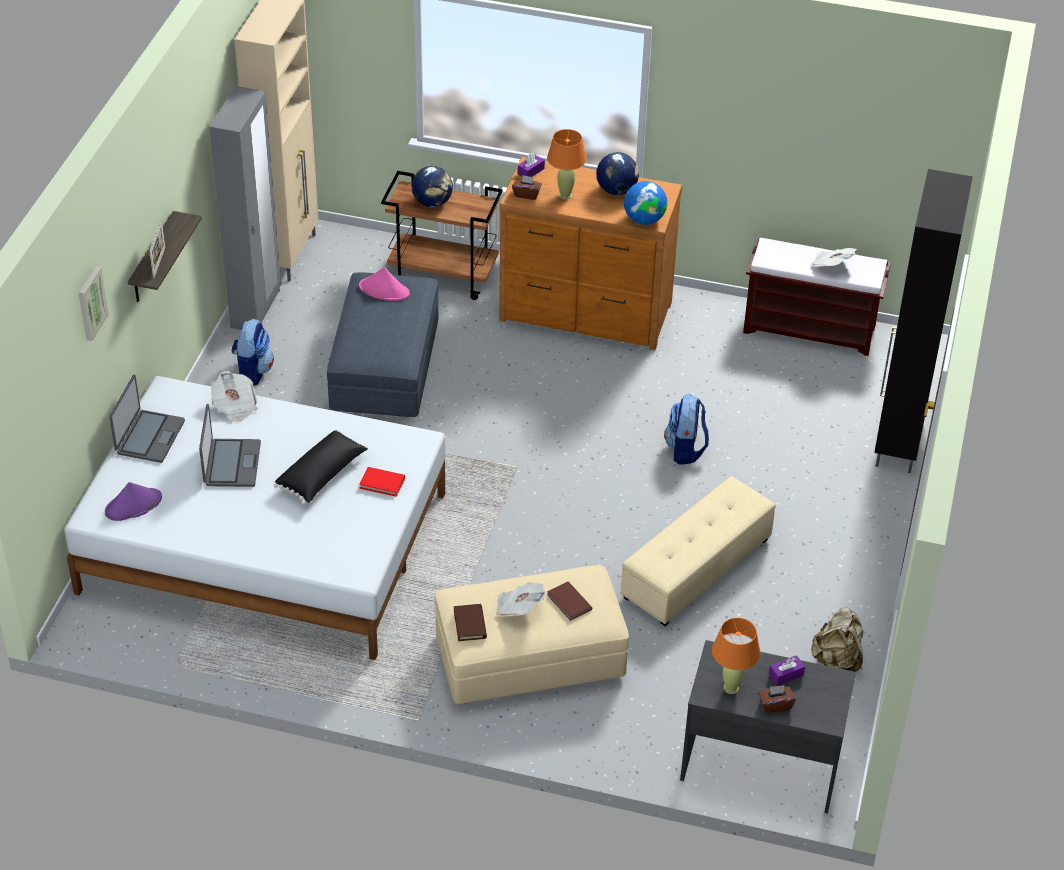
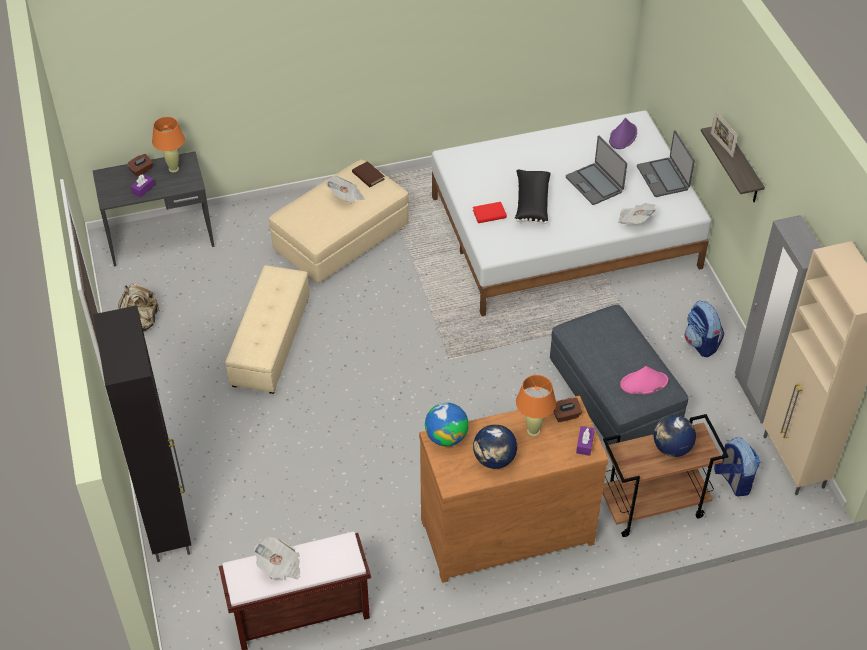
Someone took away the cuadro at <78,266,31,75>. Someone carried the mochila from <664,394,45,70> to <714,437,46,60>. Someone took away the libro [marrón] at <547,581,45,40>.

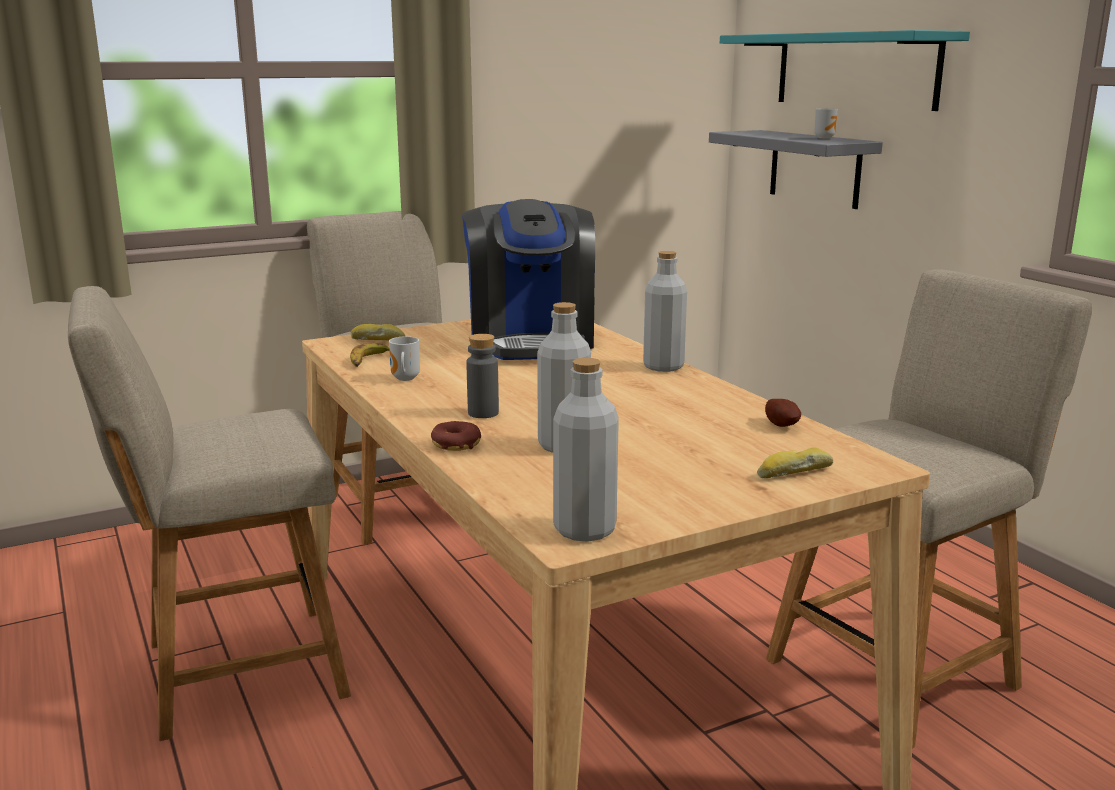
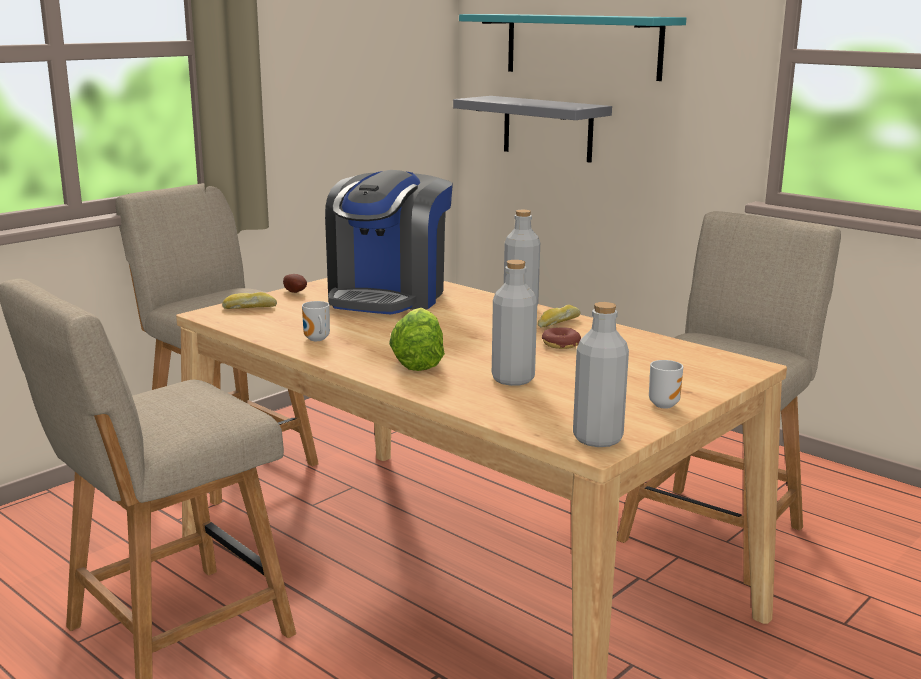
Someone carried the taza grande from <814,108,24,31> to <649,360,34,49>. Someone rotated the cafetera at <462,199,133,161> by 45 degrees clockwise. Someone swapped the botella [gris] at <466,334,33,84> for the lechuga at <389,308,56,63>. Someone took away the plátano at <350,343,39,24>. Someone carried the patata from <765,399,36,28> to <283,274,24,19>. Someone carried the rosquilla from <431,421,50,30> to <542,328,39,21>. Someone carried the pan from <757,447,76,31> to <538,305,43,22>.

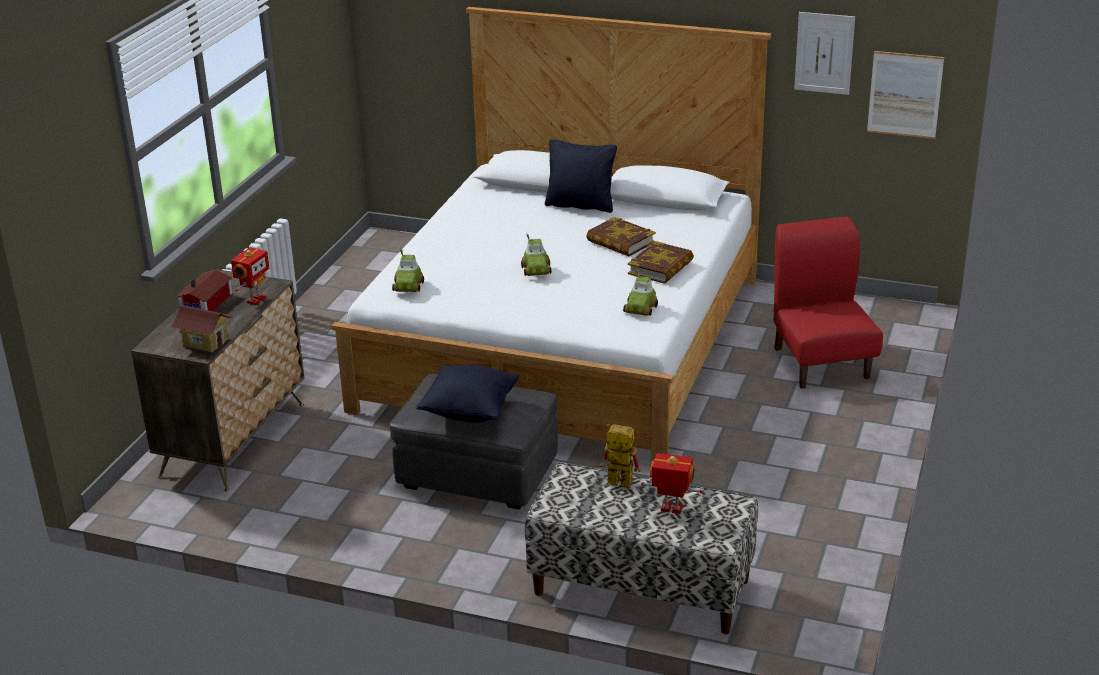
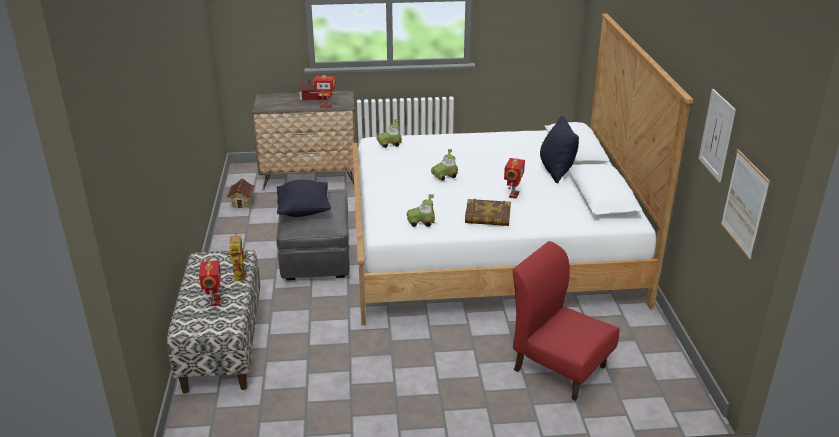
Someone rotated the silla [rojo] at <774,216,109,173> by 105 degrees counterclockwise. Someone swapped the libro at <586,217,70,39> for the robot de juguete at <504,158,21,41>. Someone carried the casita from <171,305,63,48> to <226,178,29,30>.

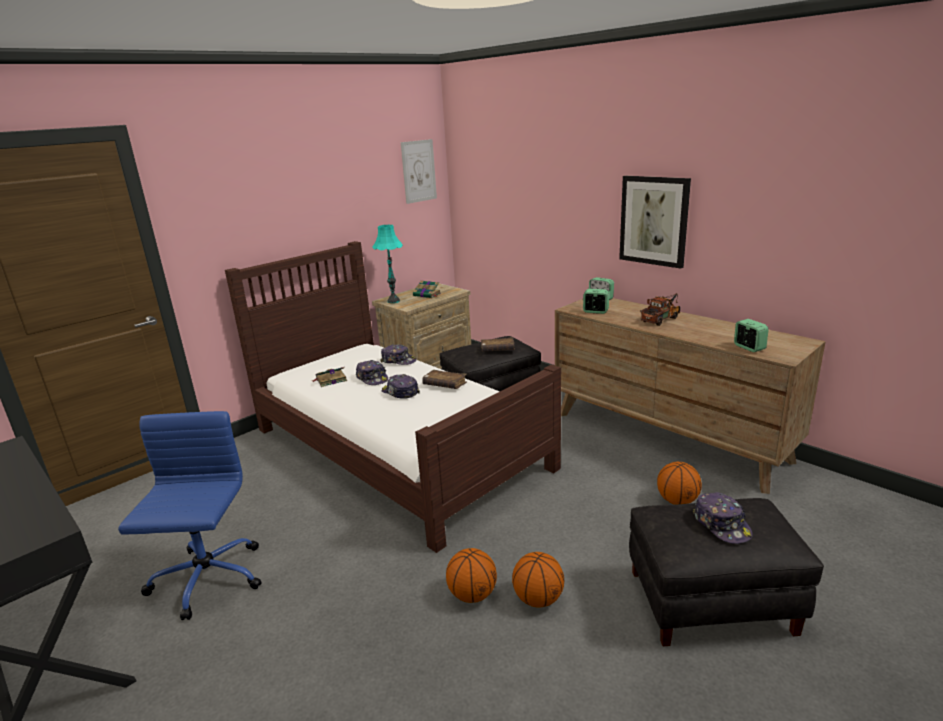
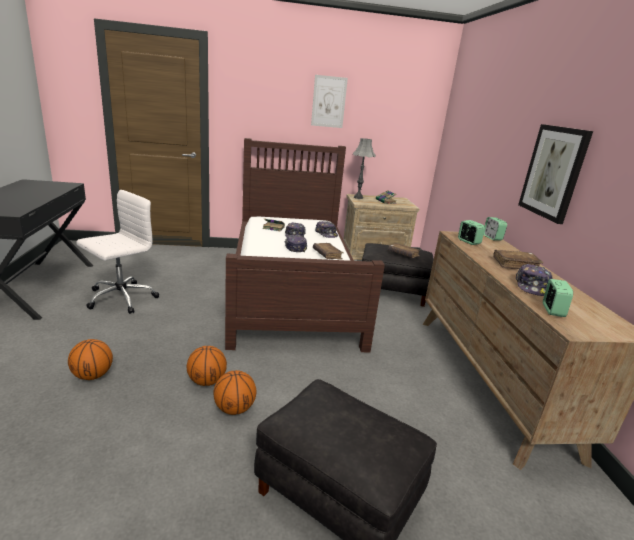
Someone carried the cuadro from <401,139,36,65> to <311,75,37,53>. Someone repainted the lámpara de mesa [turquesa] at <372,225,31,78>, which became the lámpara de mesa [gris] at <353,138,23,61>. Someone swapped the camión de juguete at <640,293,40,33> for the libro [marrón] at <493,250,50,19>. Someone repainted the silla de oficina [azul] at <118,411,144,209>, which became the silla de oficina [blanco] at <76,190,83,124>. Someone carried the balón de baloncesto from <657,462,45,43> to <68,339,45,41>. Someone carried the gorra from <693,492,60,52> to <516,264,36,32>.

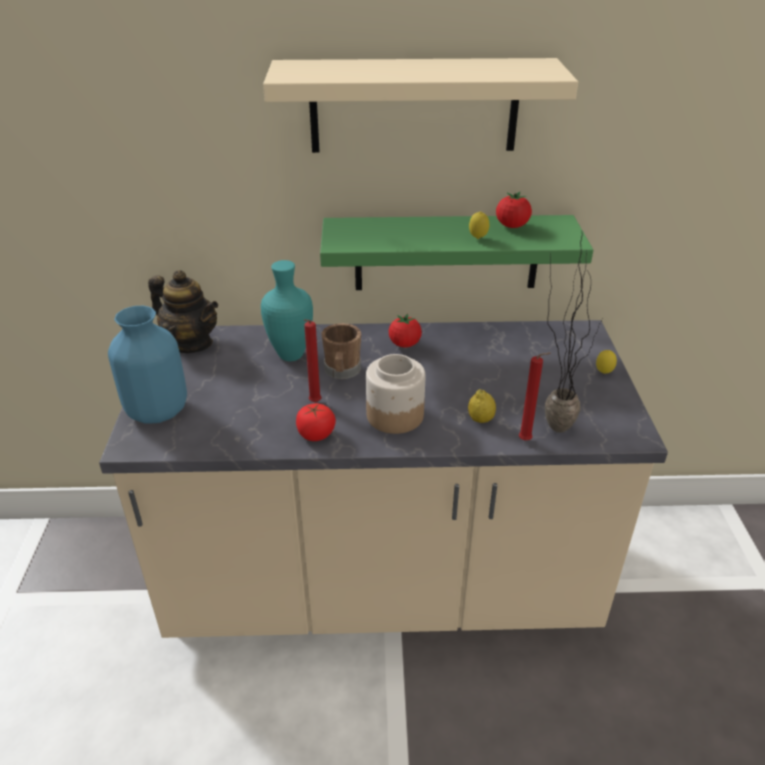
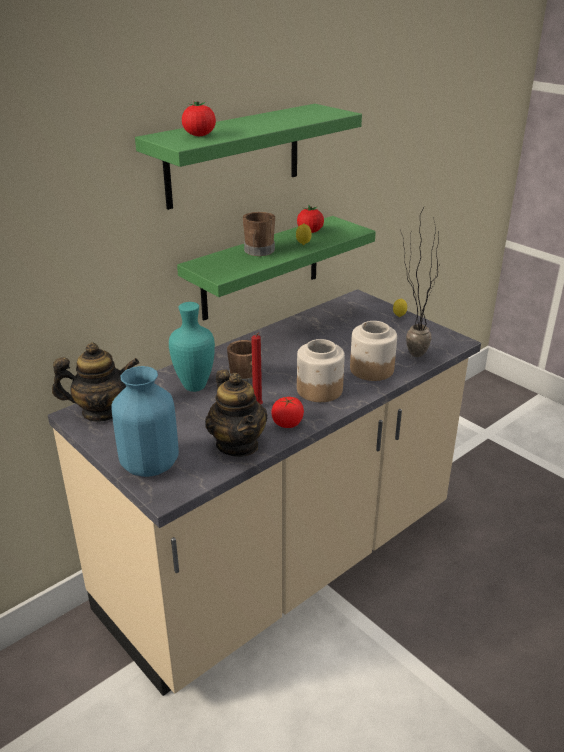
Someone repainted the estante [beis] at <263,58,315,95>, which became the estante [verde] at <135,104,227,106>. Someone carried the tomate from <389,313,33,34> to <182,102,34,34>. Someone took away the vela [rojo] at <519,352,32,88>. Someone swapped the limón at <468,389,28,34> for the tarro at <350,321,47,60>. Someone put down the taza grande [marrón] at <243,212,32,44>. Someone put down the tetera at <205,370,63,87>.

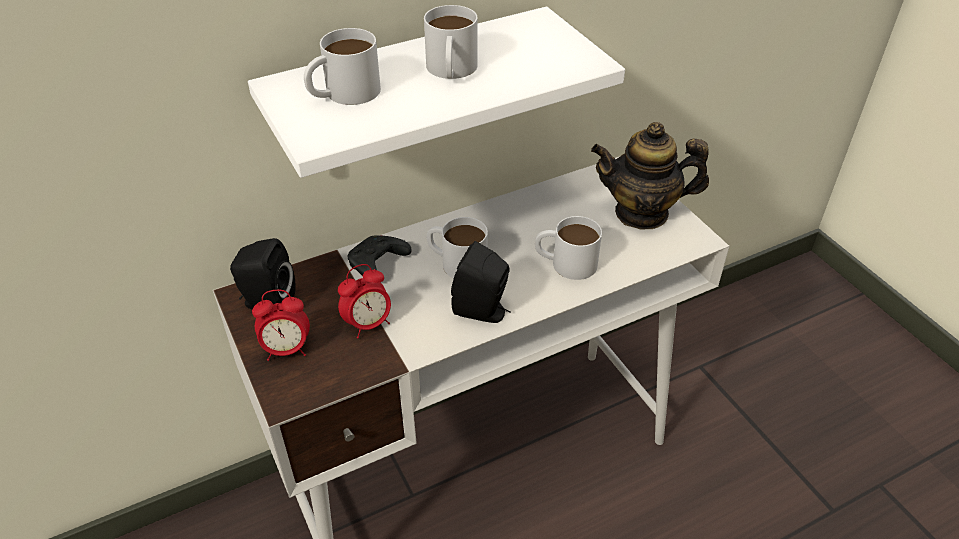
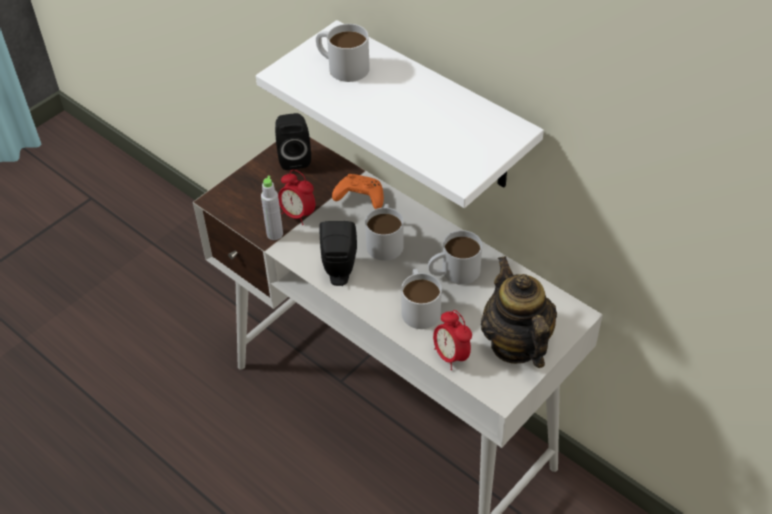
Someone carried the taza grande [blanco] from <424,5,54,74> to <428,230,54,55>. Someone repainted the mando de consola [negro] at <348,235,64,41>, which became the mando de consola [naranja] at <332,174,52,35>. Someone carried the despertador from <252,290,58,71> to <433,310,39,60>. Someone put down the botella [gris] at <261,176,22,64>.

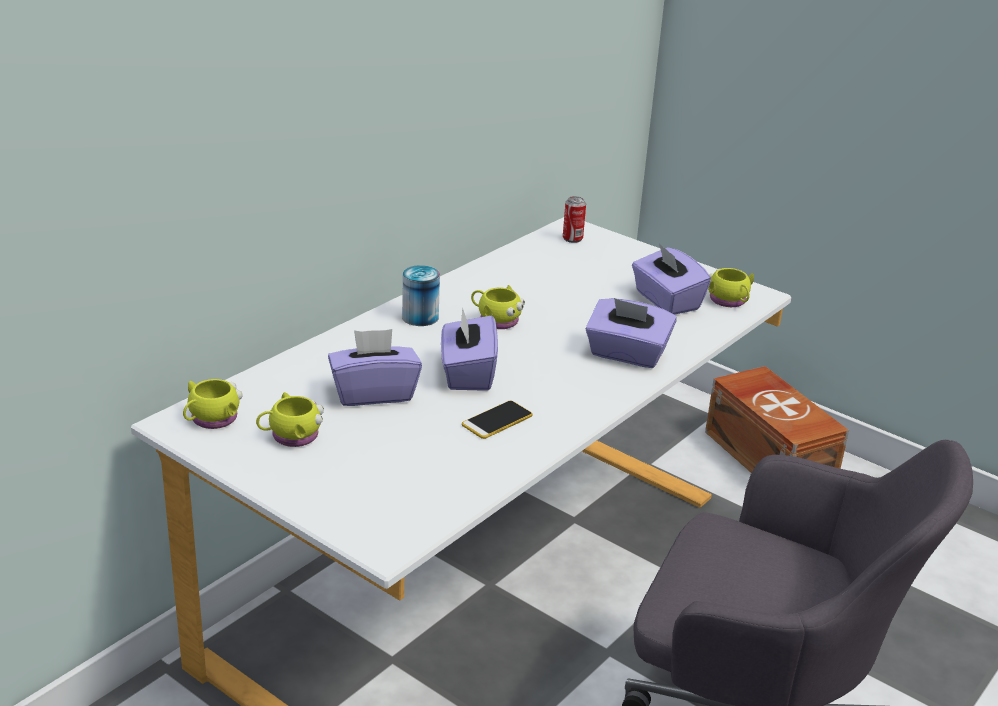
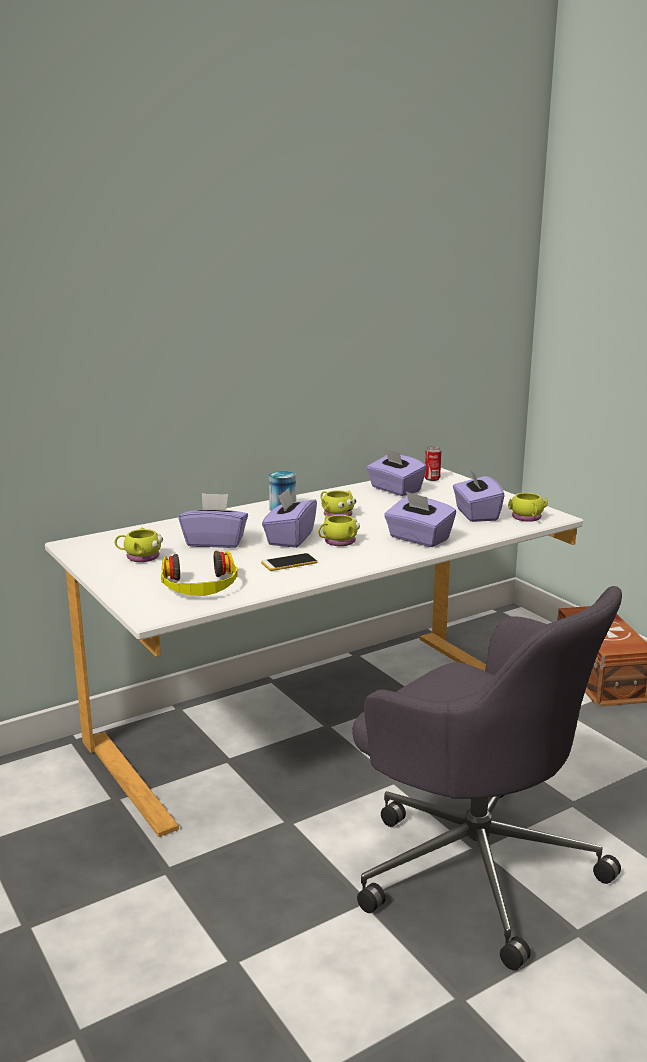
Someone carried the taza grande [amarillo] from <183,379,60,50> to <318,515,42,31>. Someone put down the caja de pañuelos [morado] at <367,448,60,48>. Someone put down the auriculares at <161,551,77,45>.

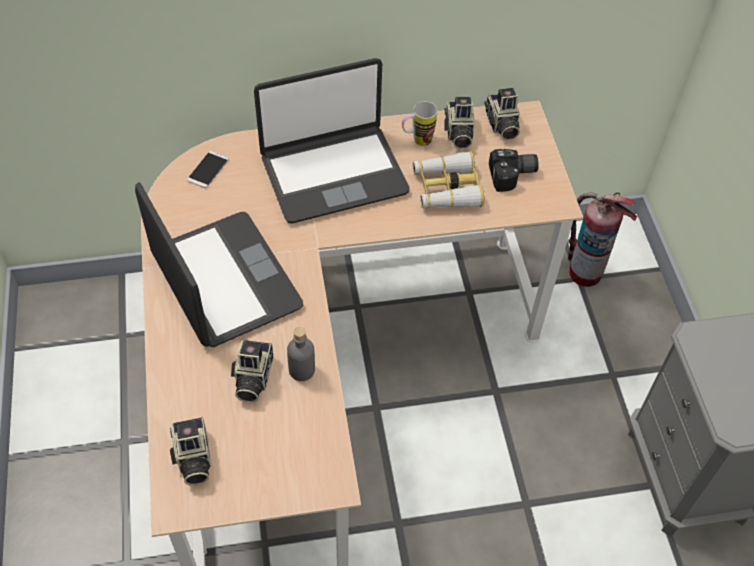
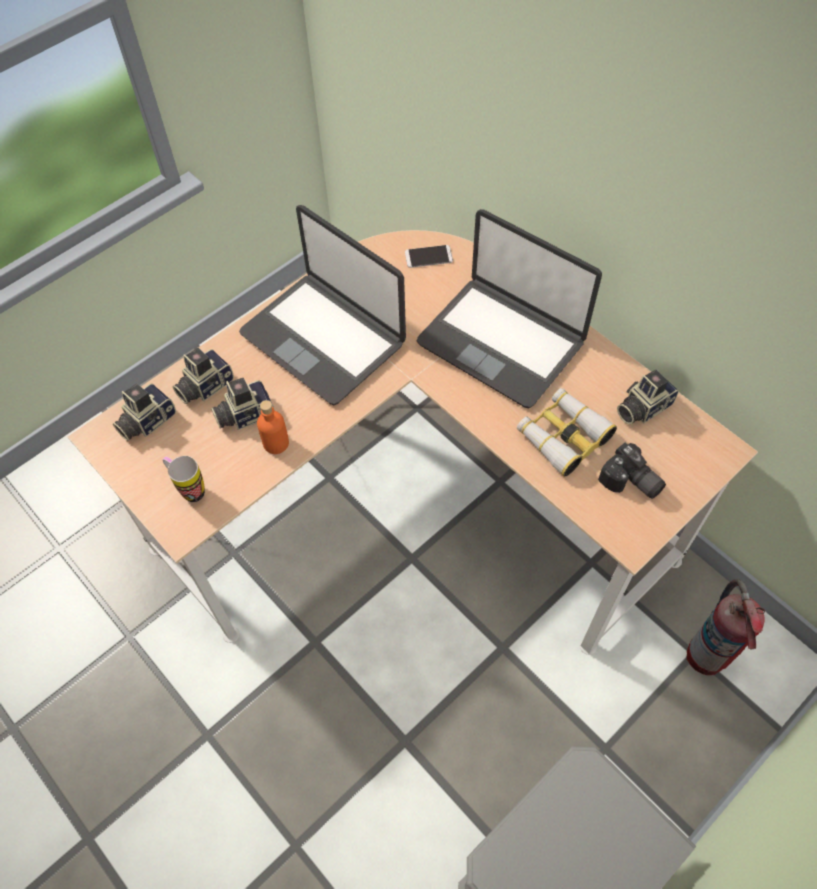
Someone carried the cámara from <484,88,36,53> to <173,348,61,56>. Someone carried the taza grande from <402,102,35,44> to <163,456,42,46>. Someone rotated the portátil at <135,182,168,165> by 105 degrees clockwise. Someone repainted the botella [gris] at <287,327,28,54>, which became the botella [naranja] at <257,400,32,54>.

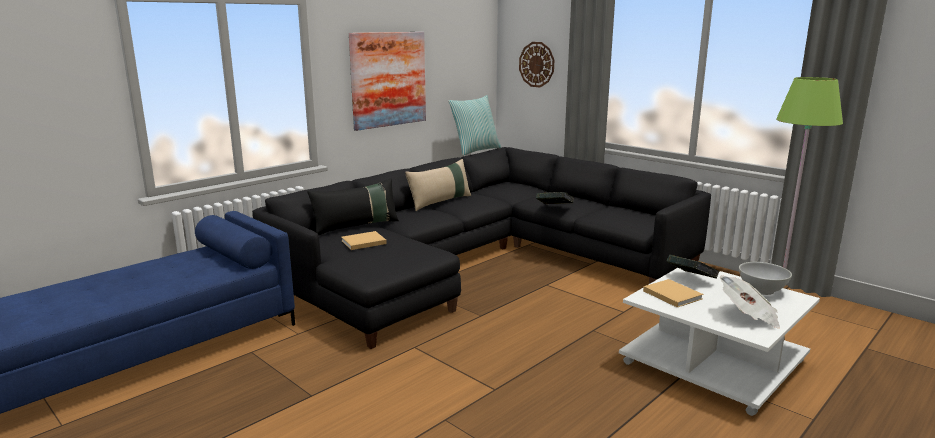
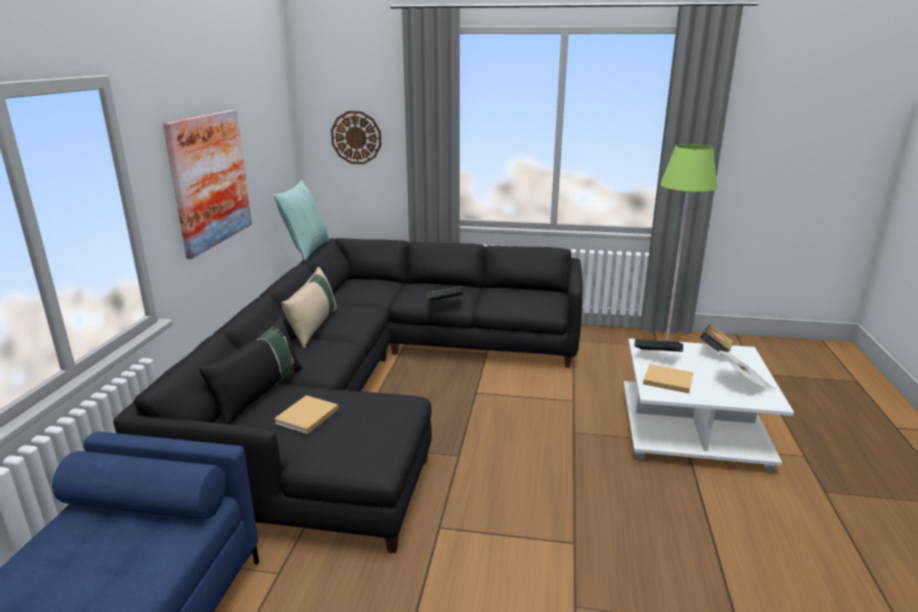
Someone swapped the cuenco [blanco] at <739,262,53,33> for the libro at <700,325,33,27>.

